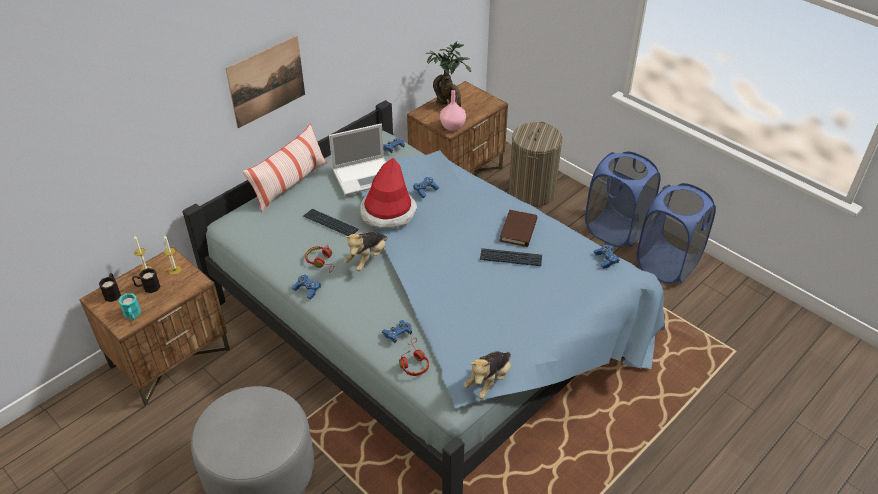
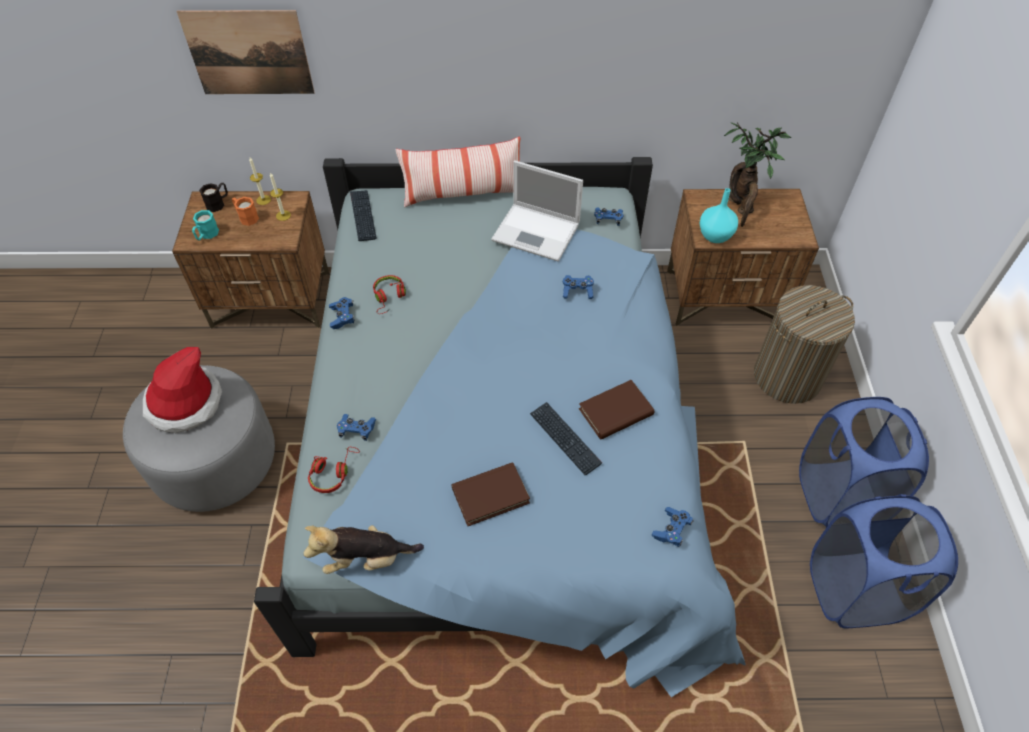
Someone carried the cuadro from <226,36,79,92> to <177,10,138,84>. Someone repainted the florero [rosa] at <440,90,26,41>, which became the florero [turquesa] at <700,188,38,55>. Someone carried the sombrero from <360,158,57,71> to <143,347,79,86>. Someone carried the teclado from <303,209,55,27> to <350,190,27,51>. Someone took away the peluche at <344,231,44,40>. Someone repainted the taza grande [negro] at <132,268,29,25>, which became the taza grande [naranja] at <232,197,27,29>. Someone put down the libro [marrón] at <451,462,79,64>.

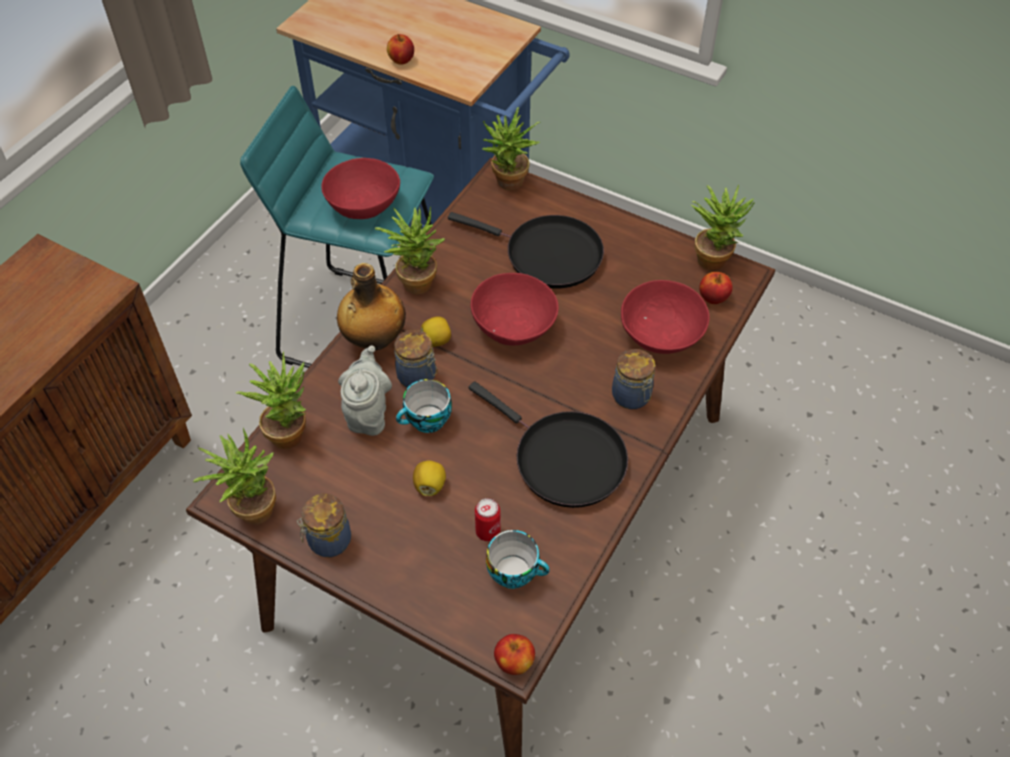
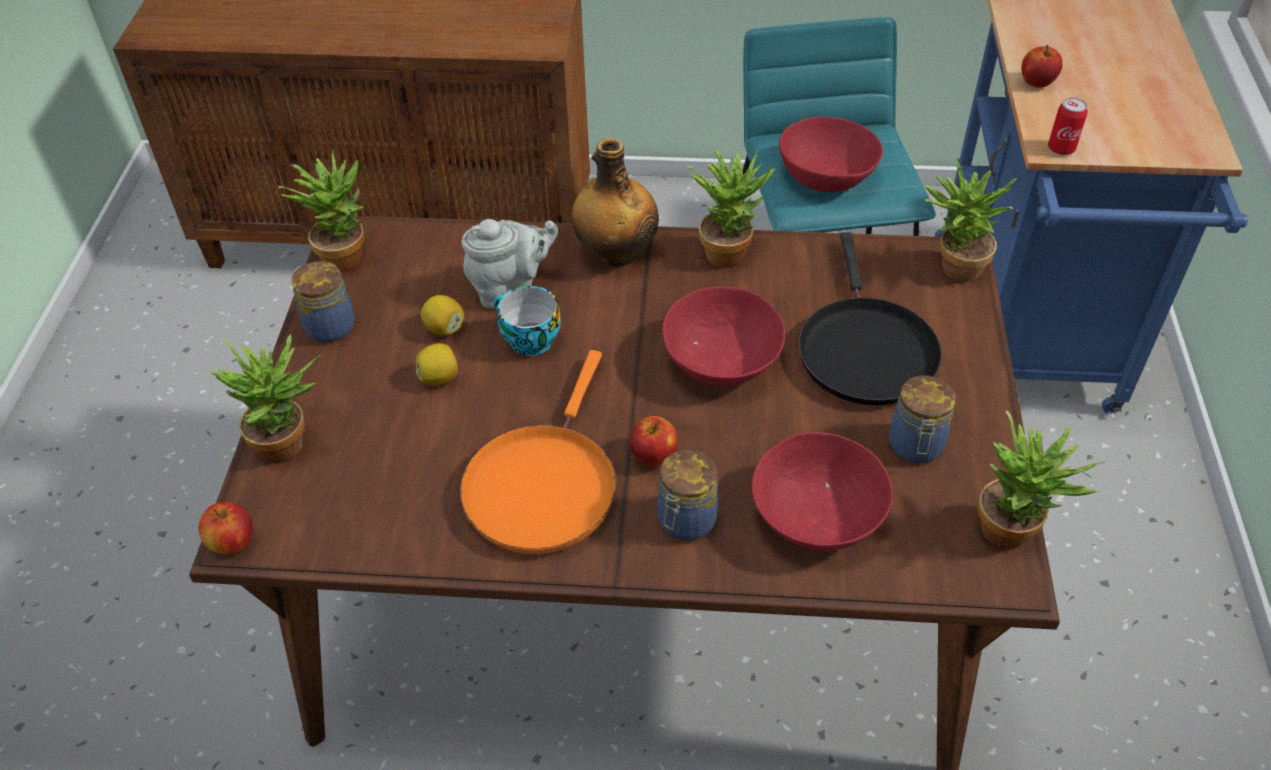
Someone carried the manzana from <699,272,34,32> to <629,416,49,50>. Someone carried the limón from <421,316,30,31> to <421,295,43,41>. Someone carried the tarro from <394,329,43,59> to <889,375,67,88>. Someone carried the planta en maceta from <236,352,70,97> to <209,334,112,129>. Someone repainted the sartén [negro] at <469,382,159,126>, which became the sartén [naranja] at <460,350,156,204>. Someone carried the lata from <475,498,26,43> to <1048,98,40,57>. Someone took away the taza at <486,530,64,59>.

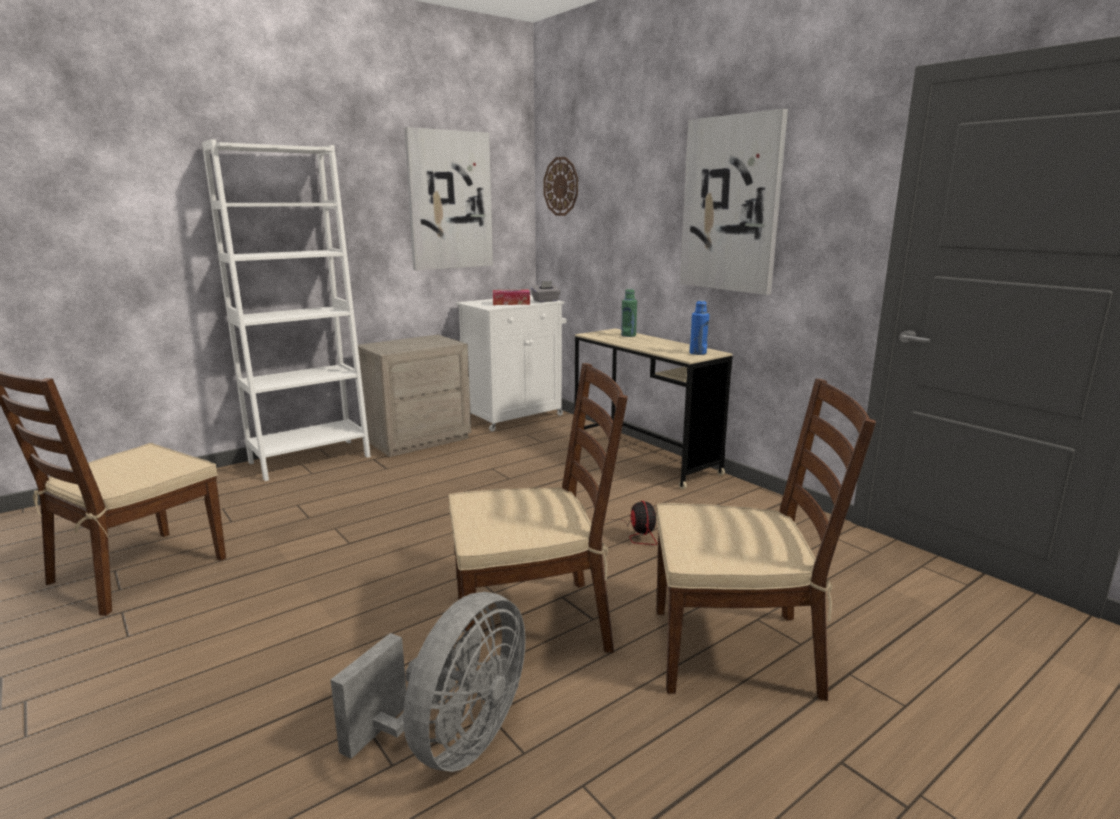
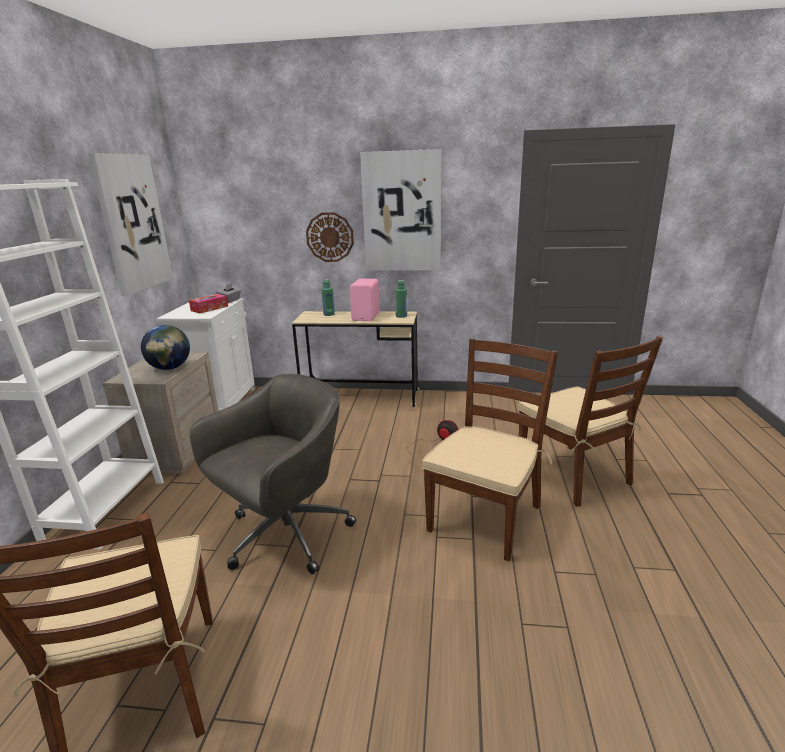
Someone carried the reloj de pared from <543,157,35,59> to <306,212,48,50>. Someone repainted the botella [azul] at <690,300,19,55>, which became the botella [verde] at <395,280,12,38>. Someone rotated the silla [marrón] at <656,378,220,323> by 105 degrees clockwise. Someone took away the ventilador [gris] at <330,592,196,180>. Someone put down the altavoz [rosa] at <350,279,30,42>. Someone put down the globo terráqueo at <141,325,49,45>. Someone put down the silla de oficina [gris] at <190,374,166,200>.

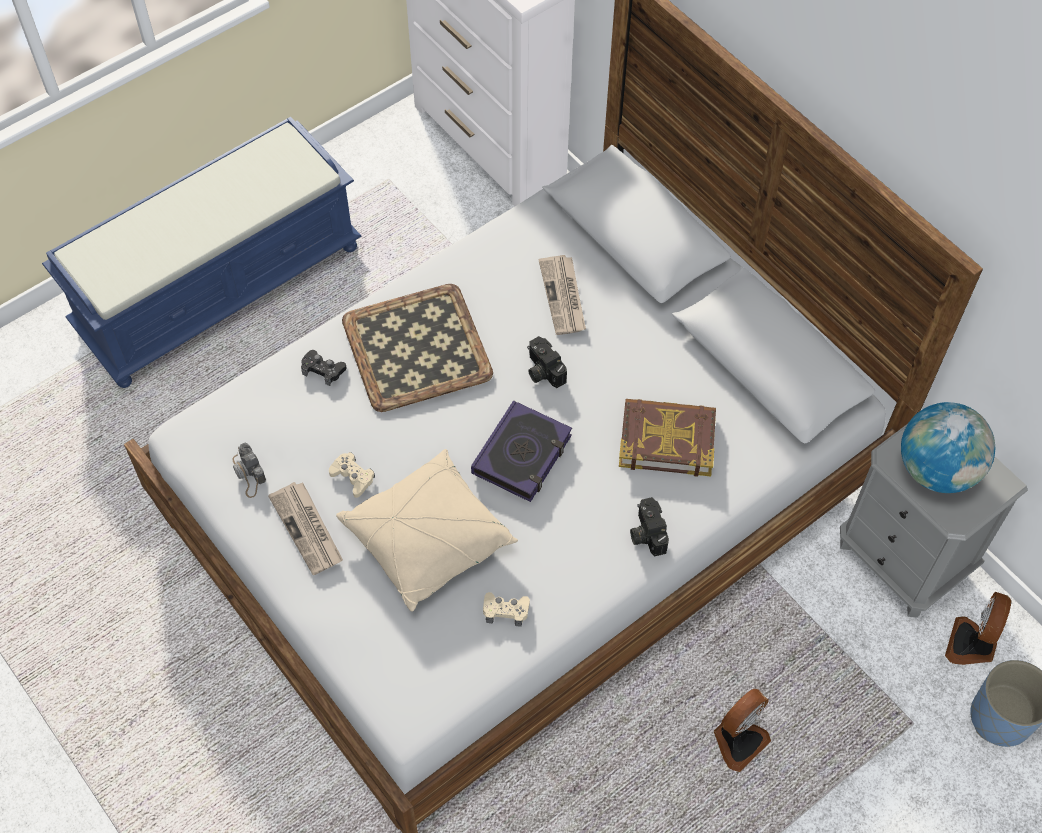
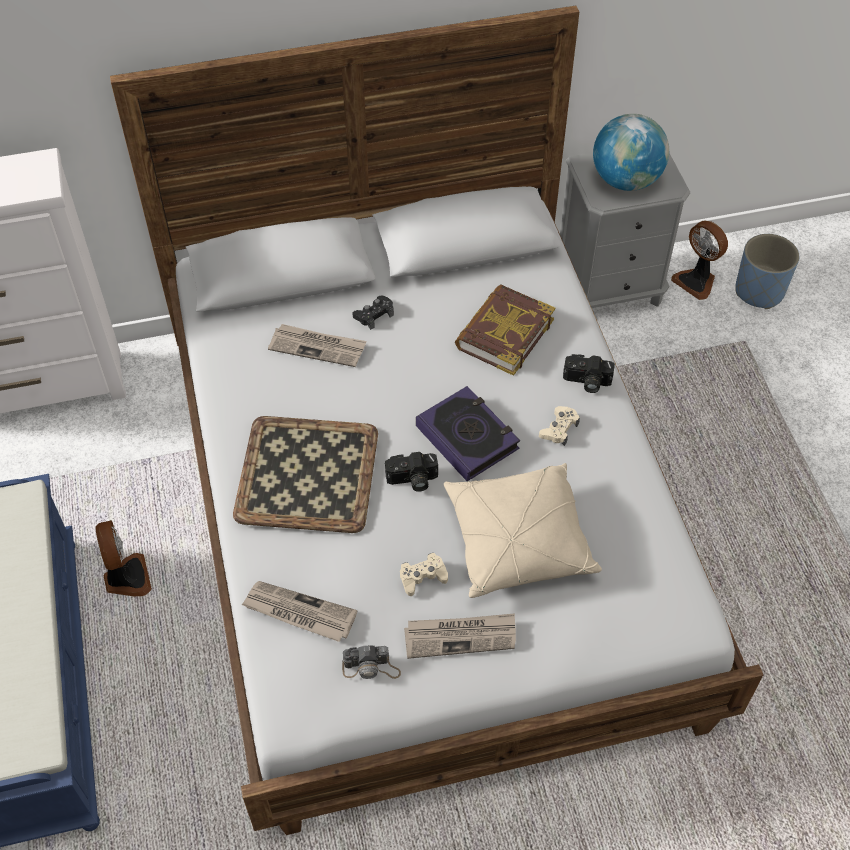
Someone carried the cámara from <527,336,40,52> to <385,452,53,40>. Someone carried the mando de consola [negro] from <301,350,46,36> to <352,295,42,35>. Someone carried the mando de consola [beis] from <483,592,47,35> to <539,406,41,40>. Someone carried the ventilador from <714,689,57,83> to <95,520,57,76>. Someone put down the periódico at <241,581,116,61>.

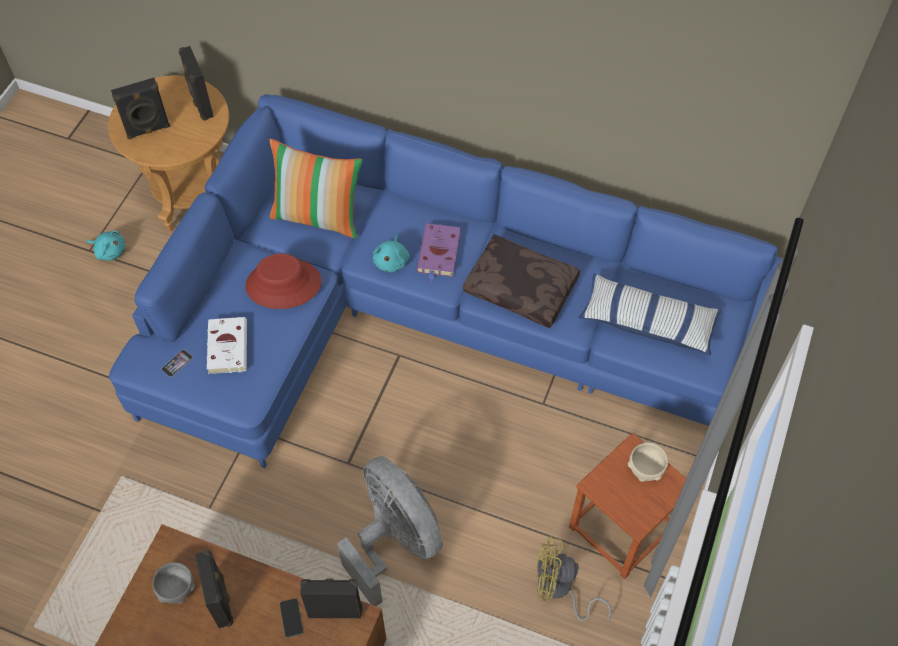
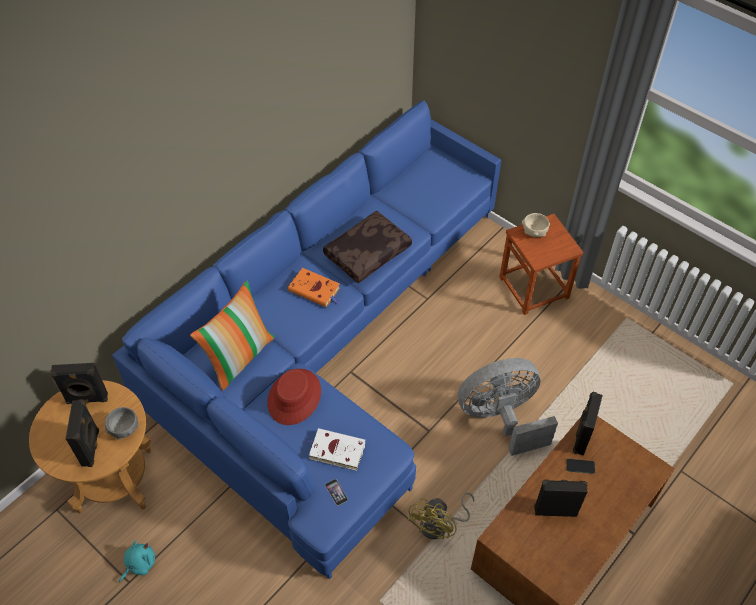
Someone repainted the libro [morado] at <417,223,43,62>, which became the libro [naranja] at <288,268,52,39>. Someone took away the peluche [turquesa] at <373,235,37,37>. Someone took away the cojín at <578,274,143,81>. Someone carried the ventilador [amarillo] from <537,536,74,85> to <407,492,67,47>. Someone carried the cuenco [gris] from <152,562,43,42> to <105,407,34,33>.

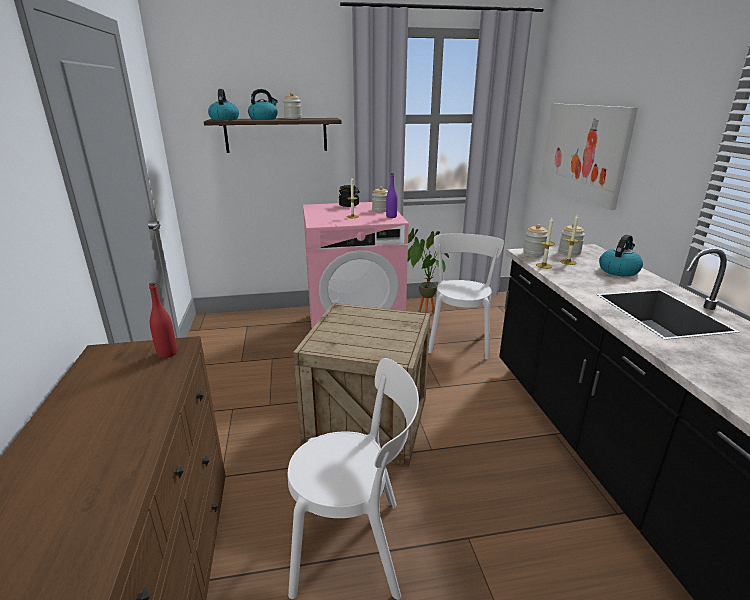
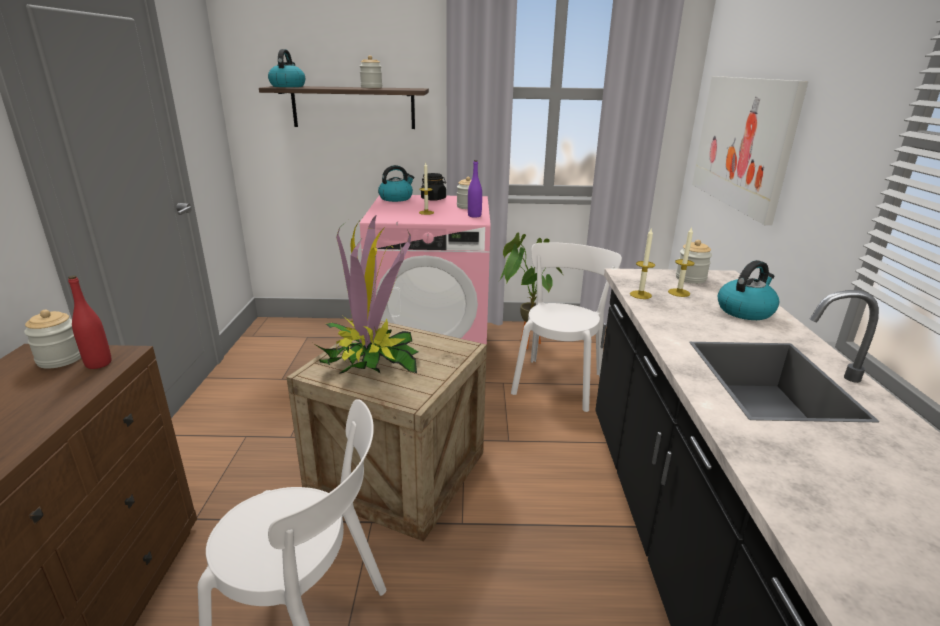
Someone carried the hervidor from <248,89,30,31> to <378,165,36,37>. Someone carried the tarro from <523,224,25,32> to <24,310,57,59>. Someone put down the planta en maceta at <313,214,105,159>.

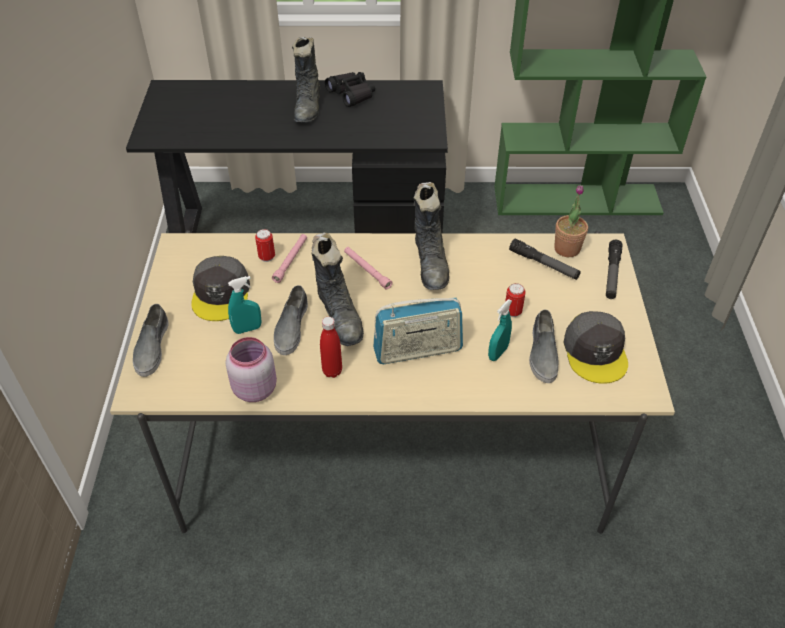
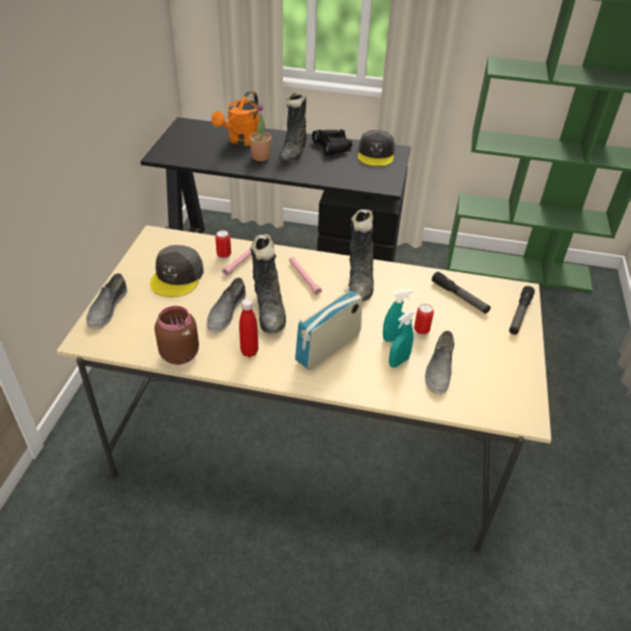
Someone carried the planta en maceta from <554,185,34,72> to <249,104,23,57>. Someone carried the pulverizador [turquesa] from <228,276,33,58> to <383,290,31,52>. Someone rotated the radio at <373,297,90,67> by 135 degrees clockwise. Someone carried the gorra [gris] from <563,311,65,73> to <358,130,37,36>. Someone repainted the tarro [rosa] at <226,337,51,65>, which became the tarro [marrón] at <154,306,45,59>. Someone put down the regadera [naranja] at <211,91,48,55>.

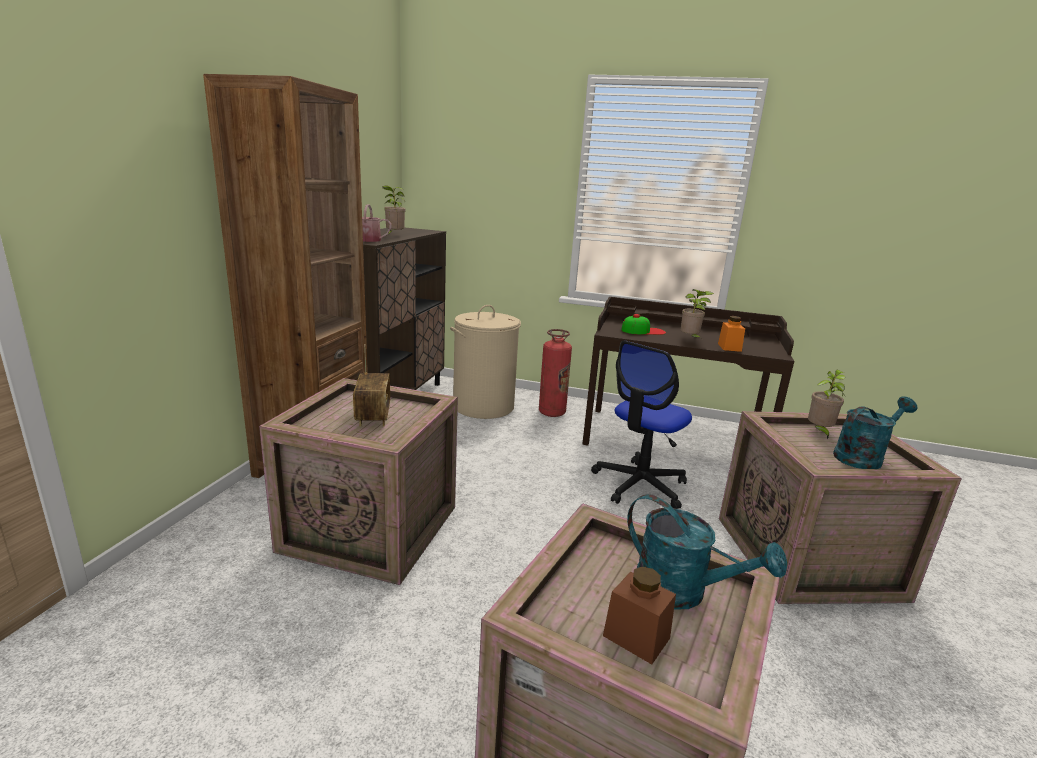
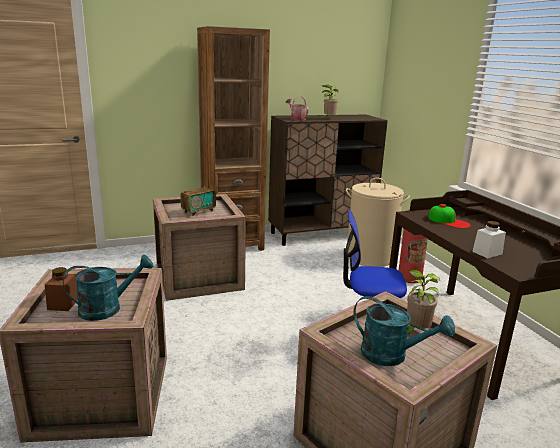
Someone took away the planta en maceta at <681,289,33,48>. Someone repainted the tarro [naranja] at <718,316,27,36>, which became the tarro [blanco] at <472,221,34,37>. Someone rotated the regadera [turquesa] at <627,494,160,115> by 120 degrees counterclockwise.

